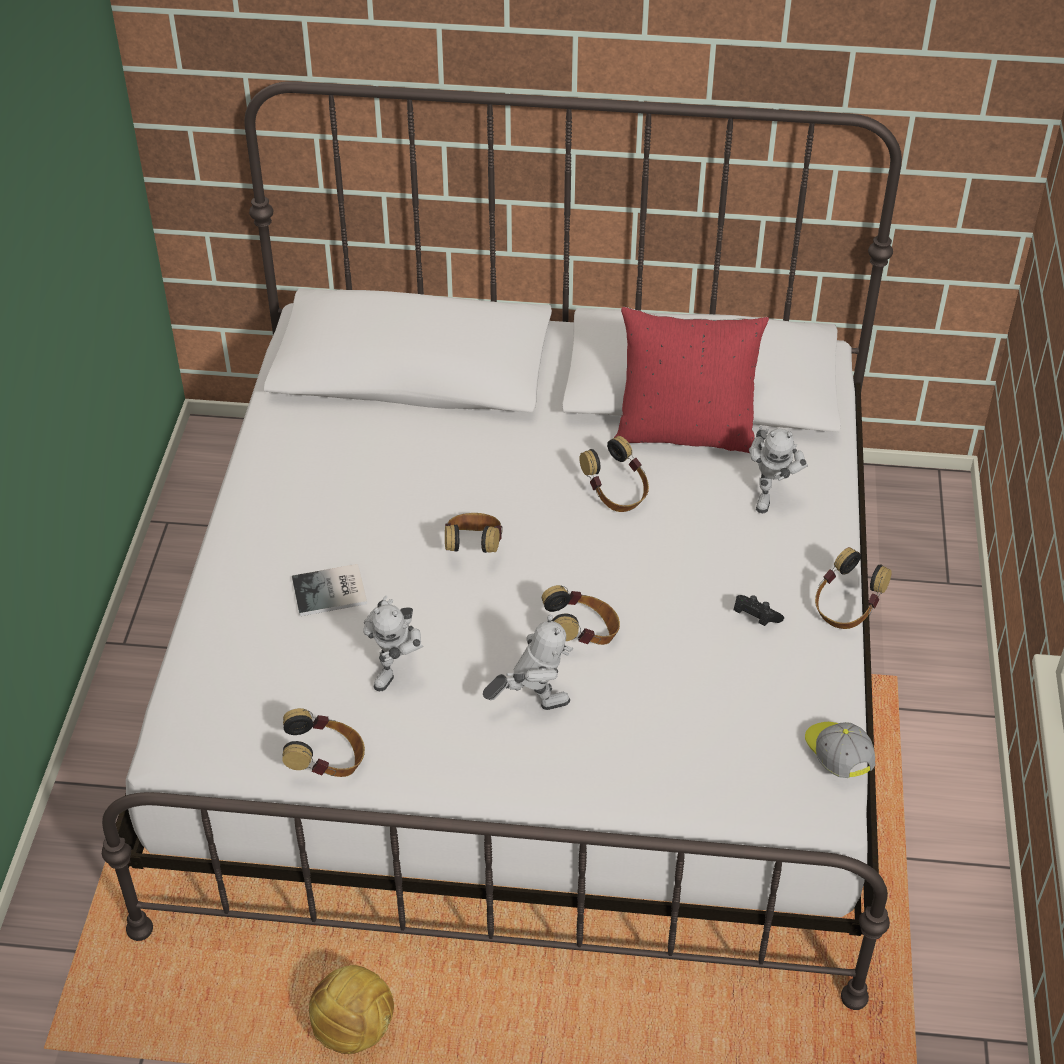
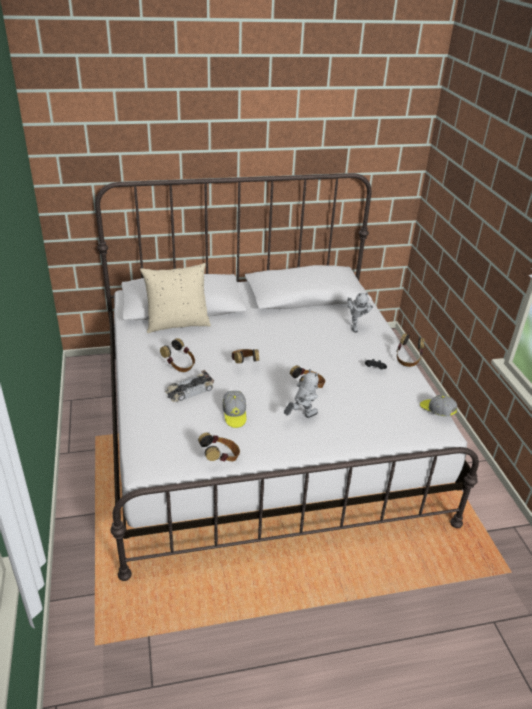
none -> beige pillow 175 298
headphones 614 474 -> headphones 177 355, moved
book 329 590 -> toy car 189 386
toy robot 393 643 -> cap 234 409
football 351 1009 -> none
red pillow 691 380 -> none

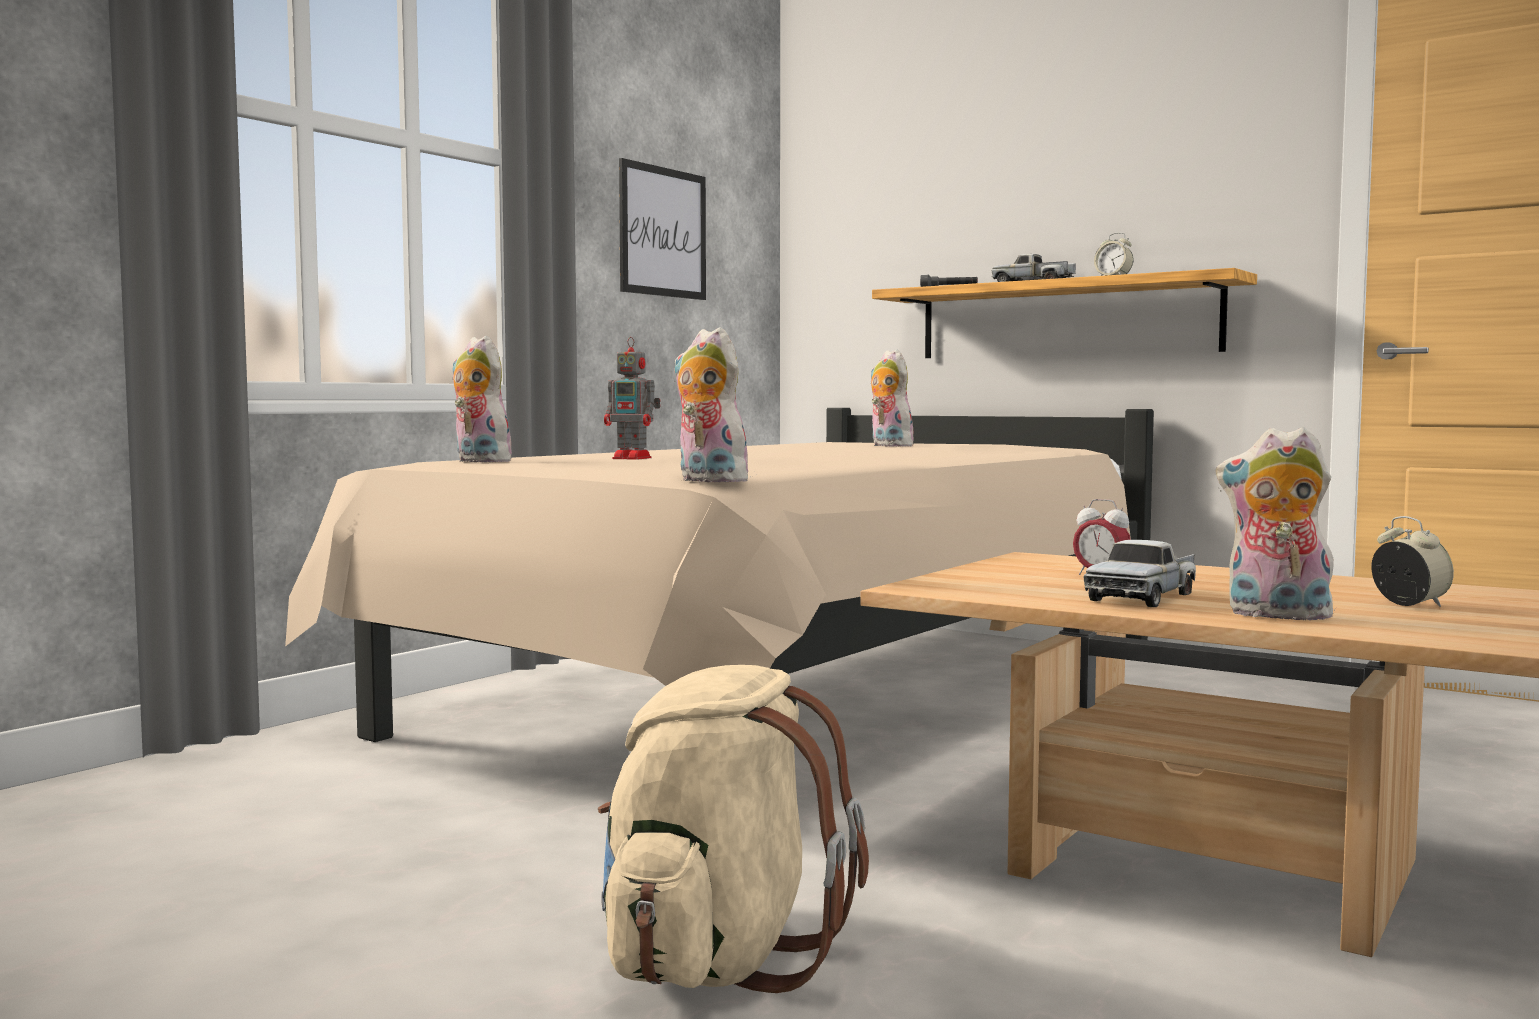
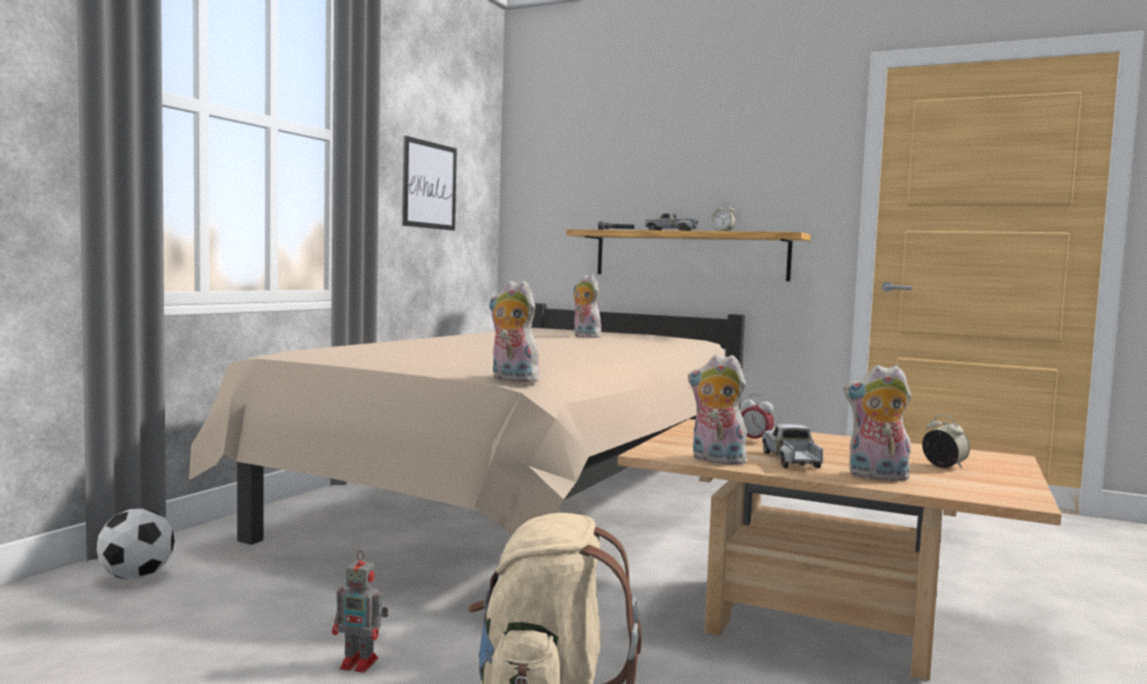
none -> football 135 544
toy robot 632 398 -> toy robot 360 611, moved
plush toy 485 399 -> plush toy 717 410, moved
toy truck 1139 573 -> toy truck 792 446, 150 degrees clockwise

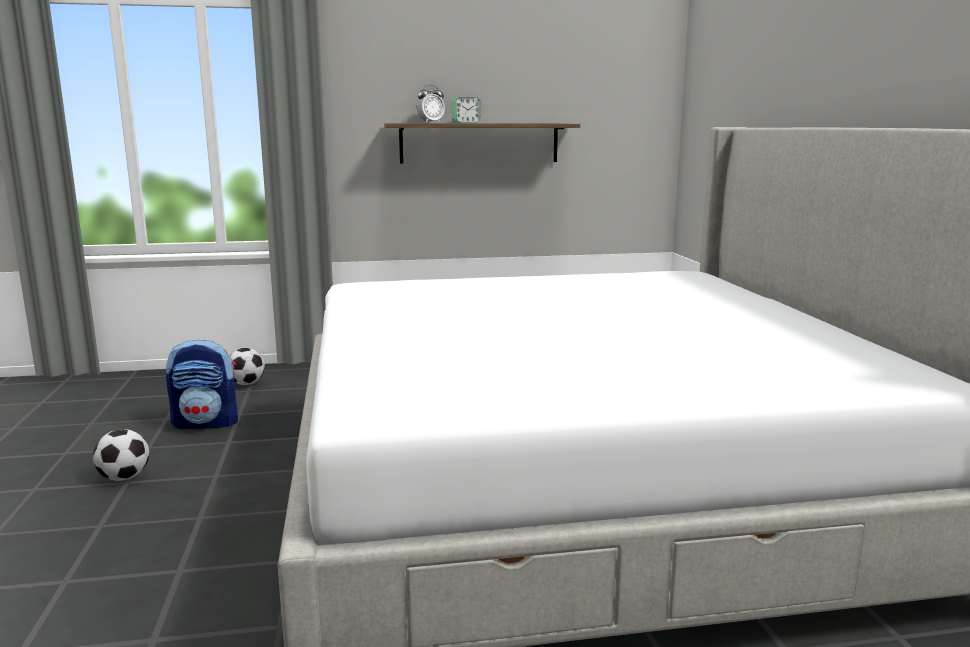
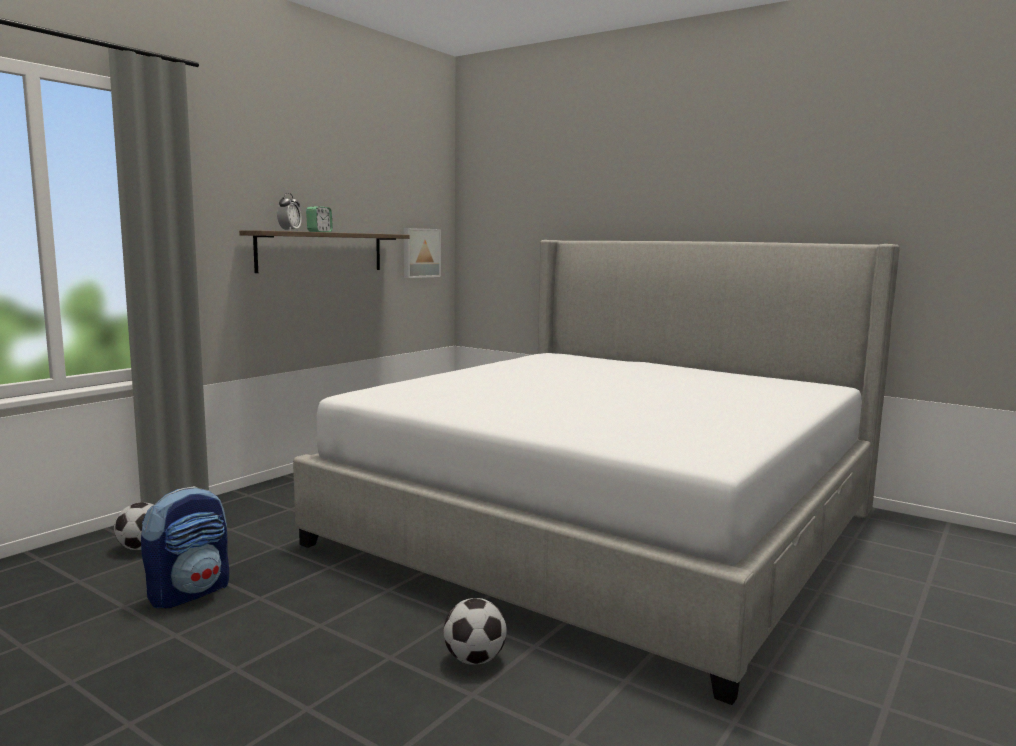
none -> picture 422 253
football 121 455 -> football 475 631, moved

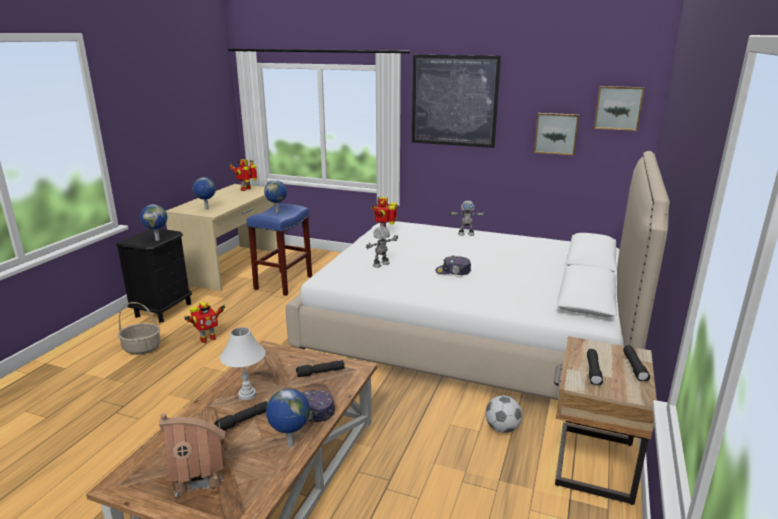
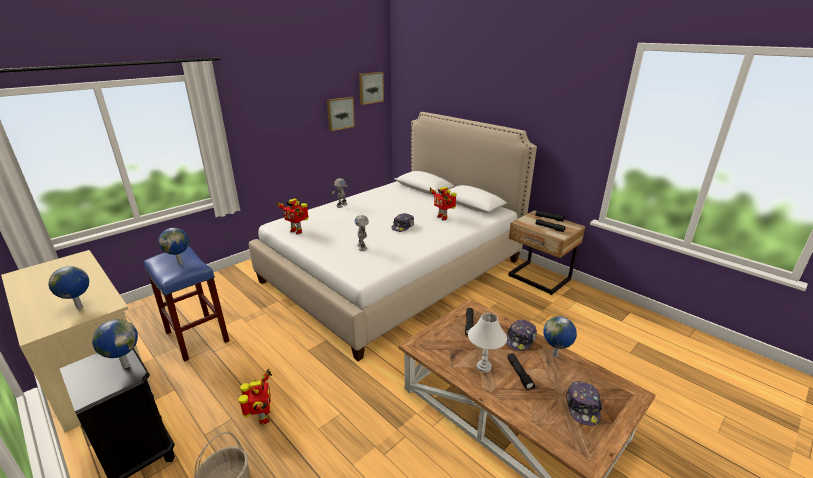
toy robot 242 175 -> toy robot 443 203, moved
toy house 192 454 -> cap 584 403
picture 456 101 -> none
football 503 414 -> none

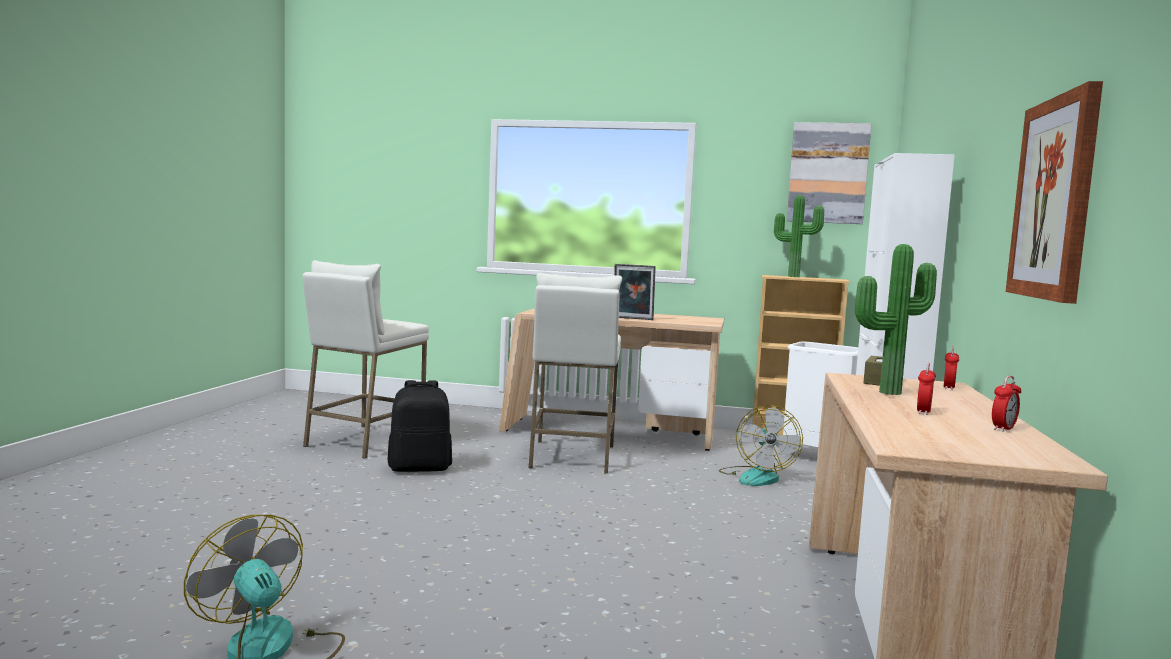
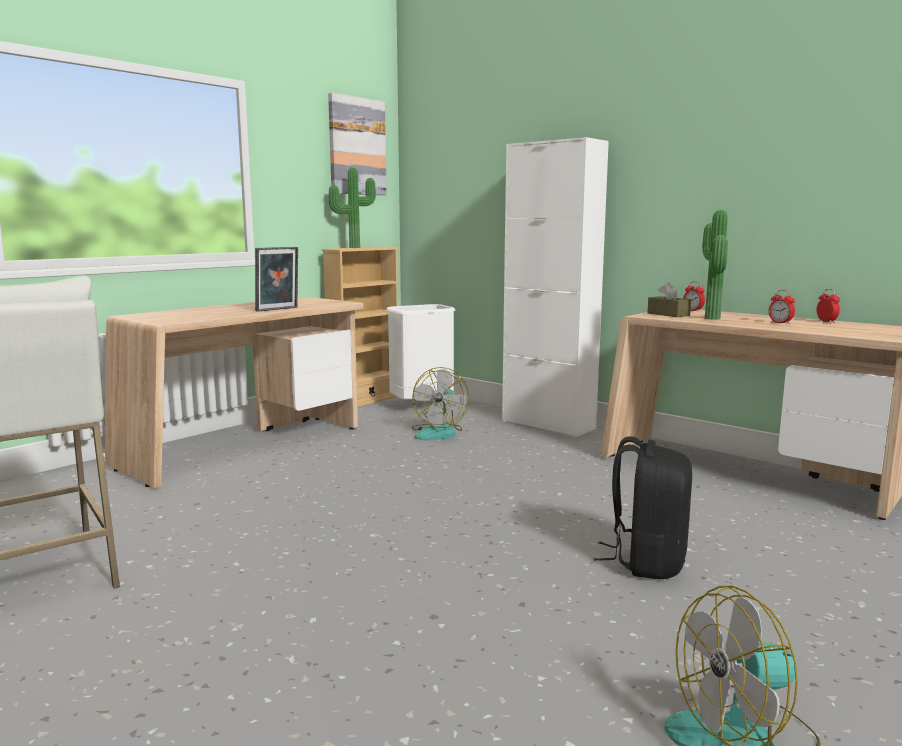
fan 761 445 -> fan 441 403, 75 degrees clockwise
black backpack 420 426 -> black backpack 643 507, moved
white stool 575 373 -> none
picture 1054 192 -> none

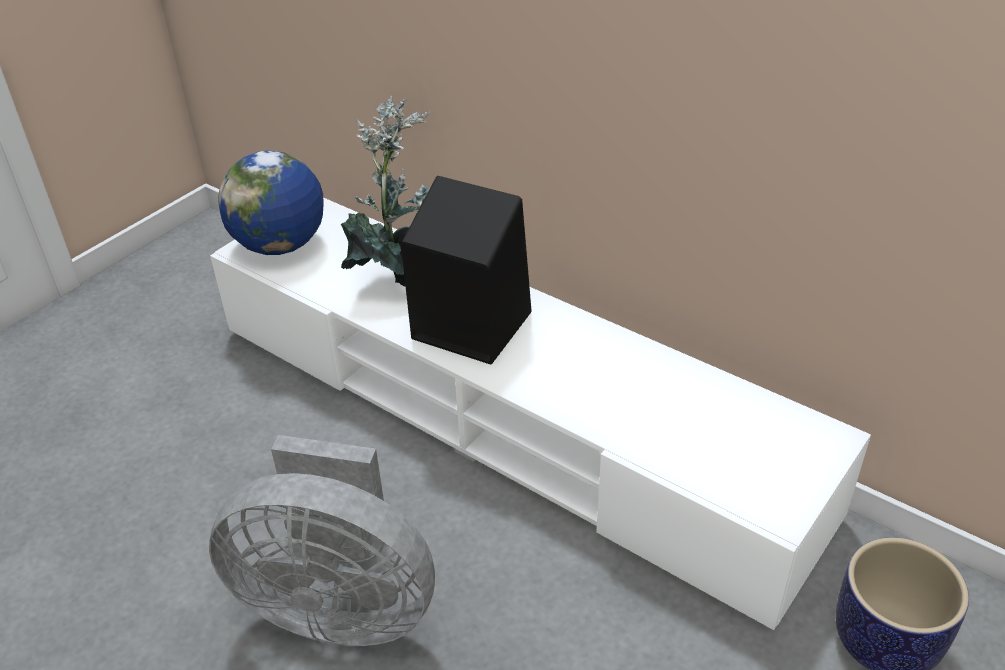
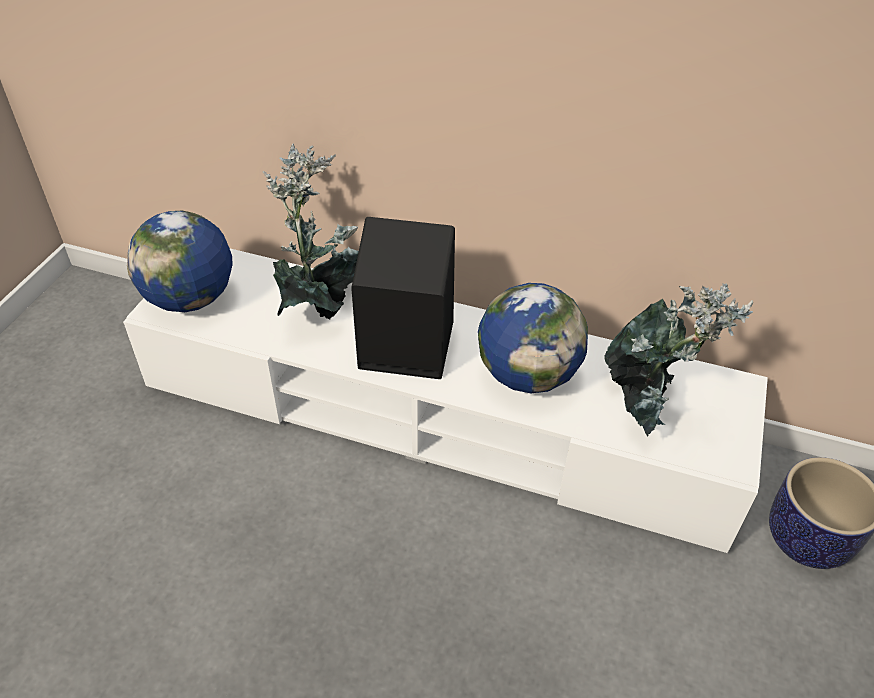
none -> globe 533 338
none -> potted plant 679 359
grey fan 322 540 -> none

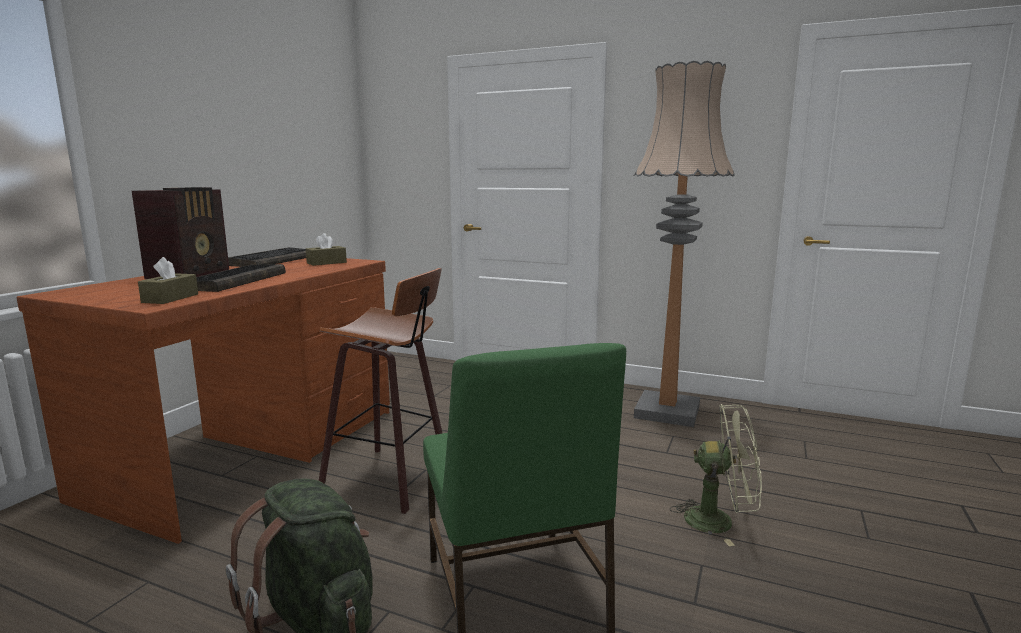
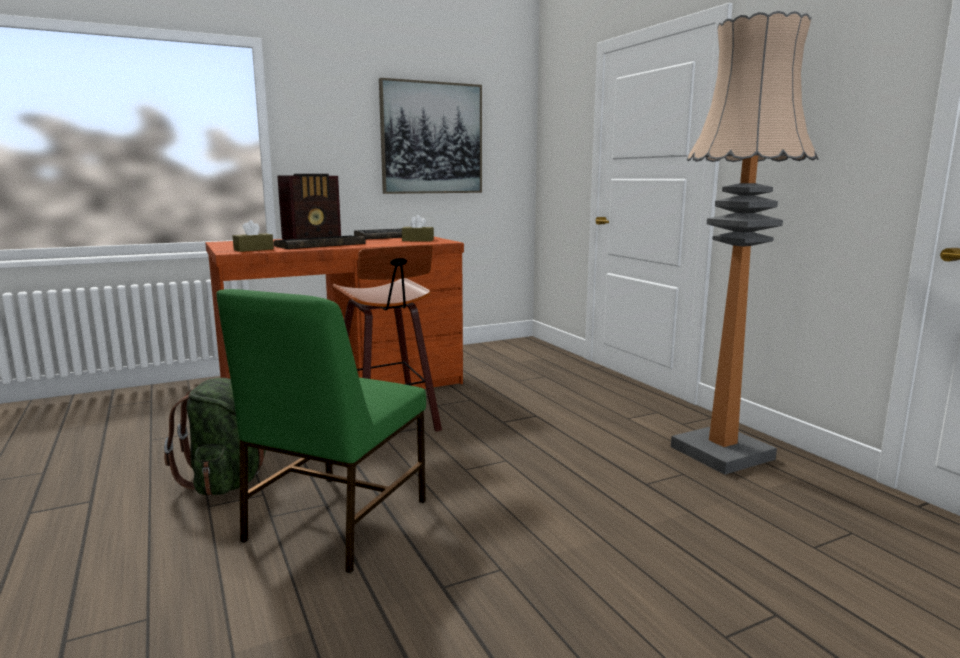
none -> picture 430 136
green fan 716 475 -> none

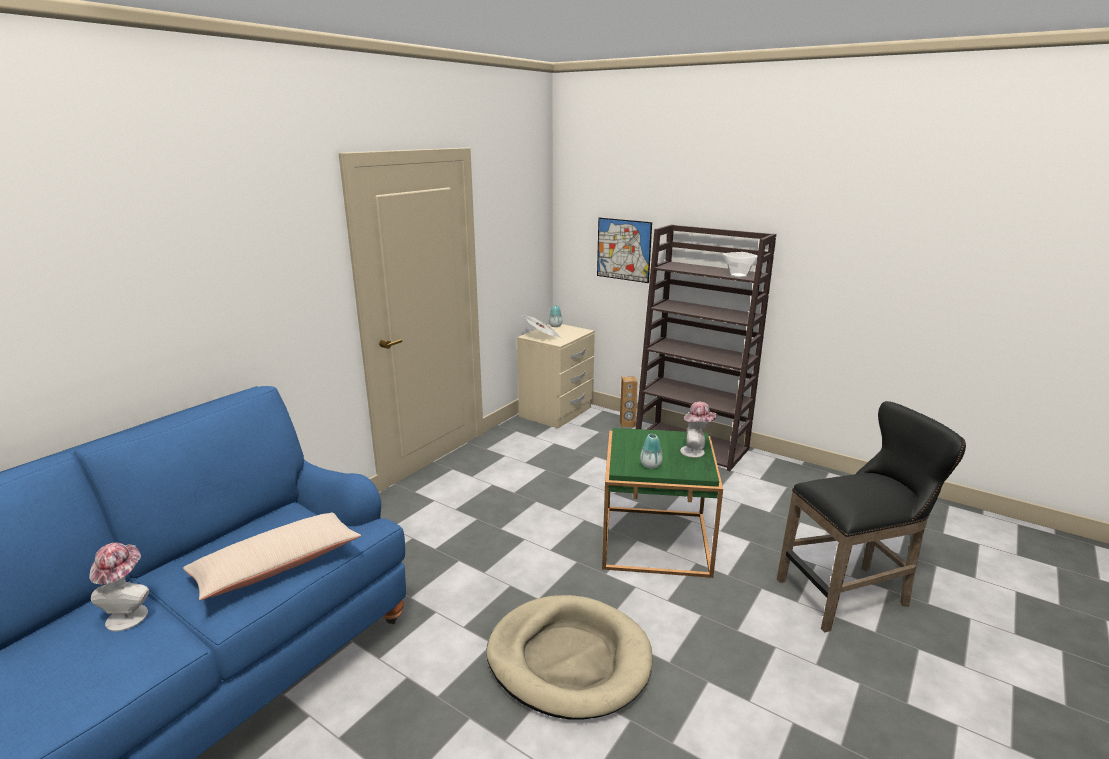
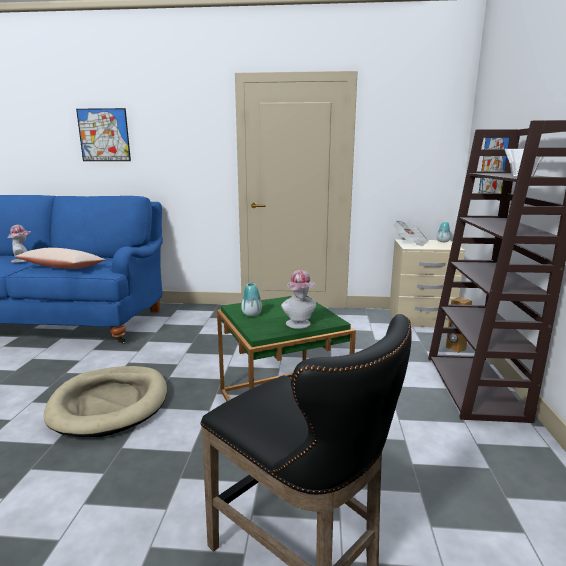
none -> picture 103 134

